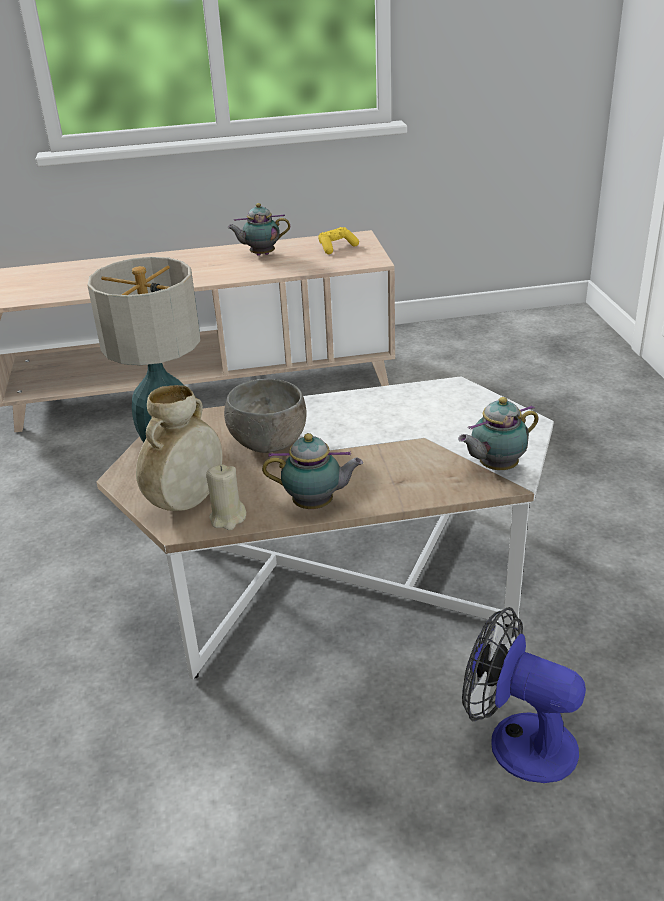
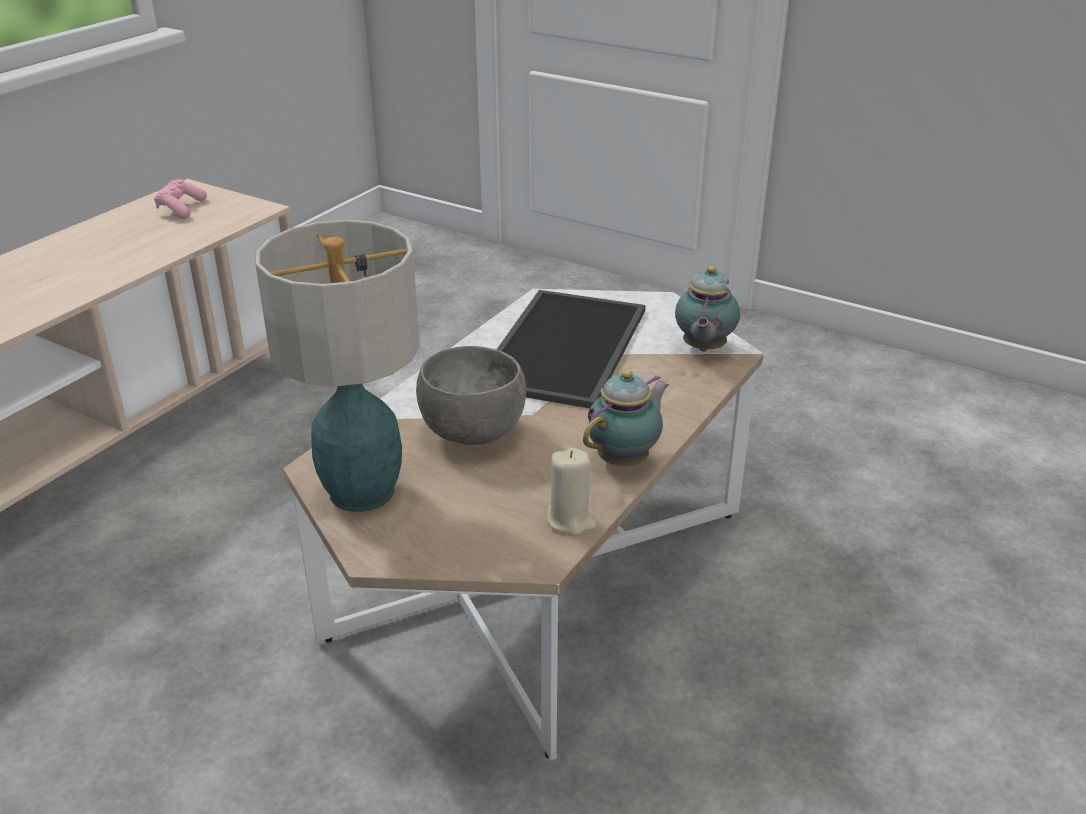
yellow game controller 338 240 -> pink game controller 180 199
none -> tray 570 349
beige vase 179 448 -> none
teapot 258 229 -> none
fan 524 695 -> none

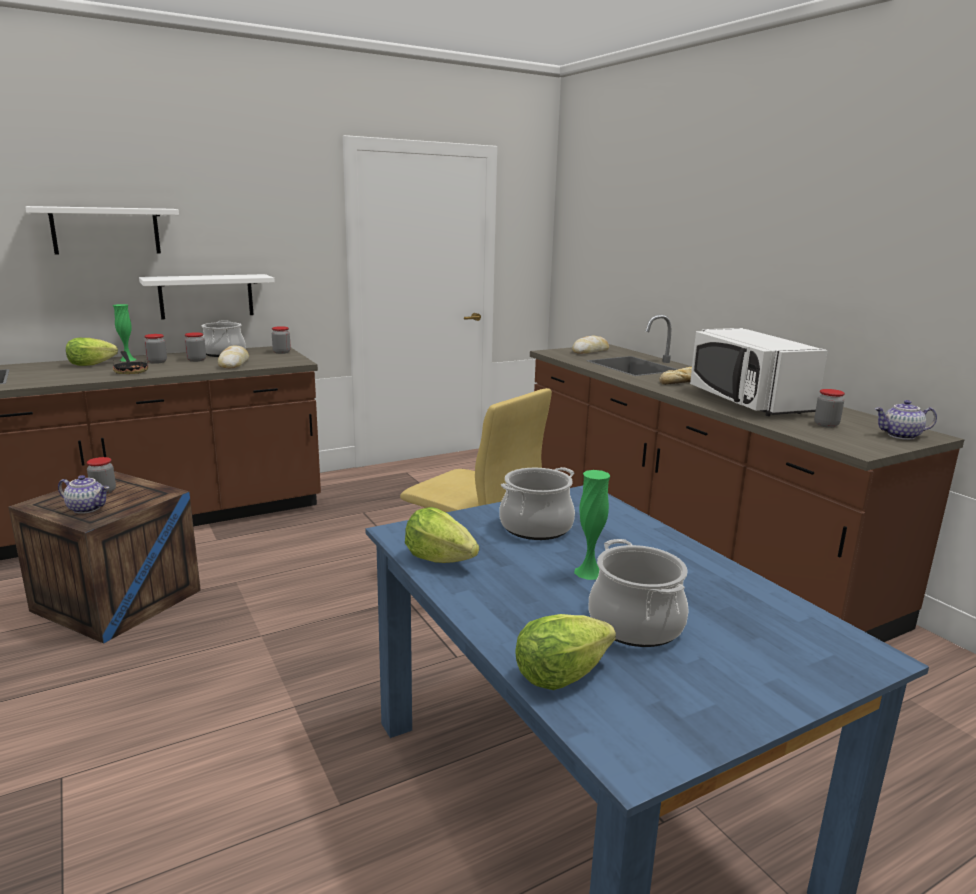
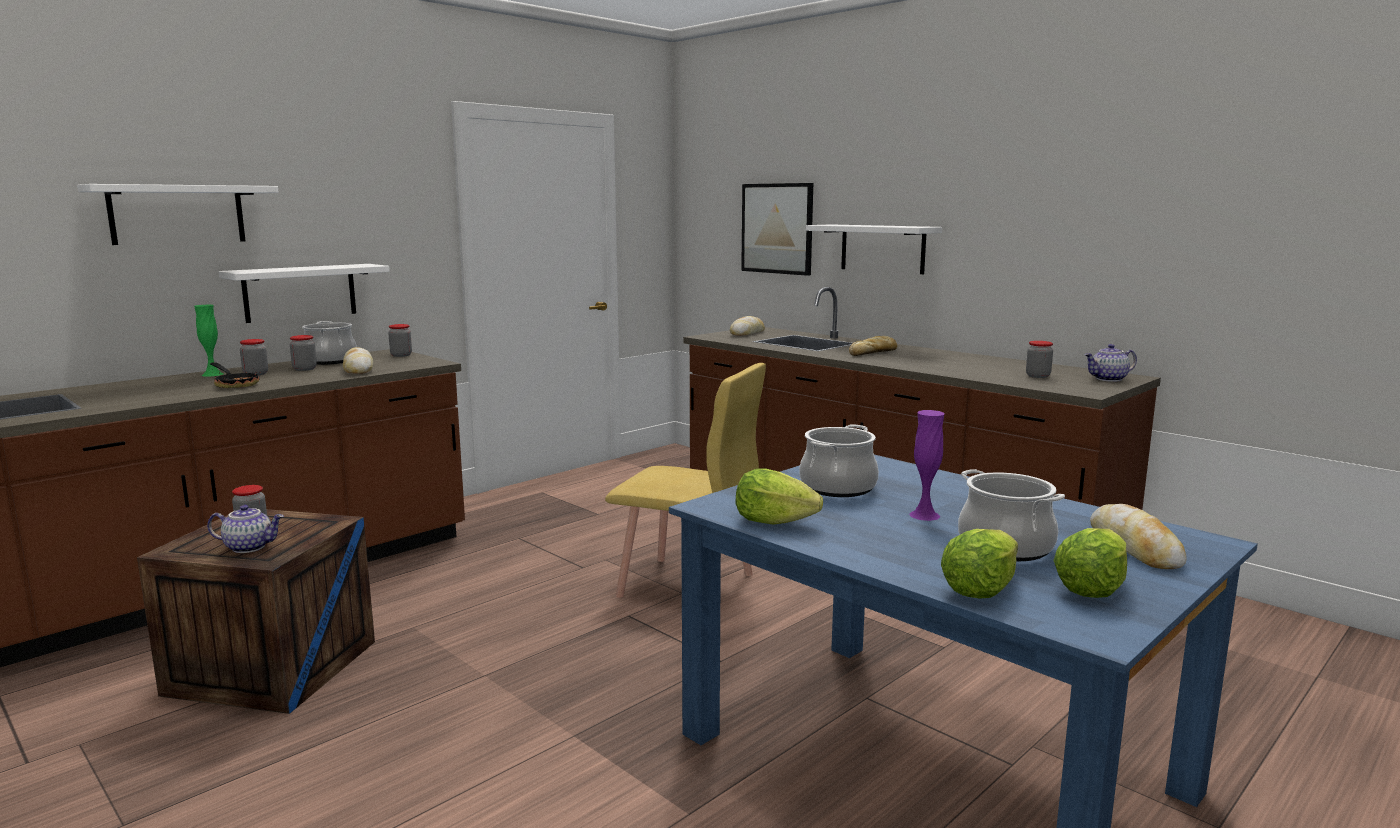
none -> picture 777 229
none -> white shelf 874 249
green vase 592 525 -> purple vase 926 465
lettuce 92 352 -> lettuce 1090 563, moved
none -> bread 1138 536
white microwave 759 372 -> none

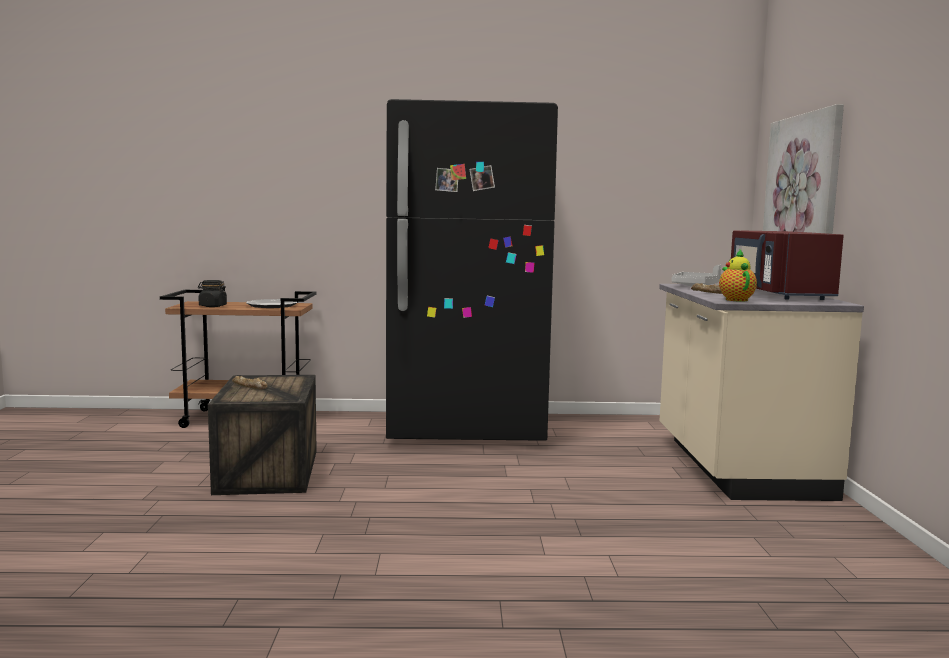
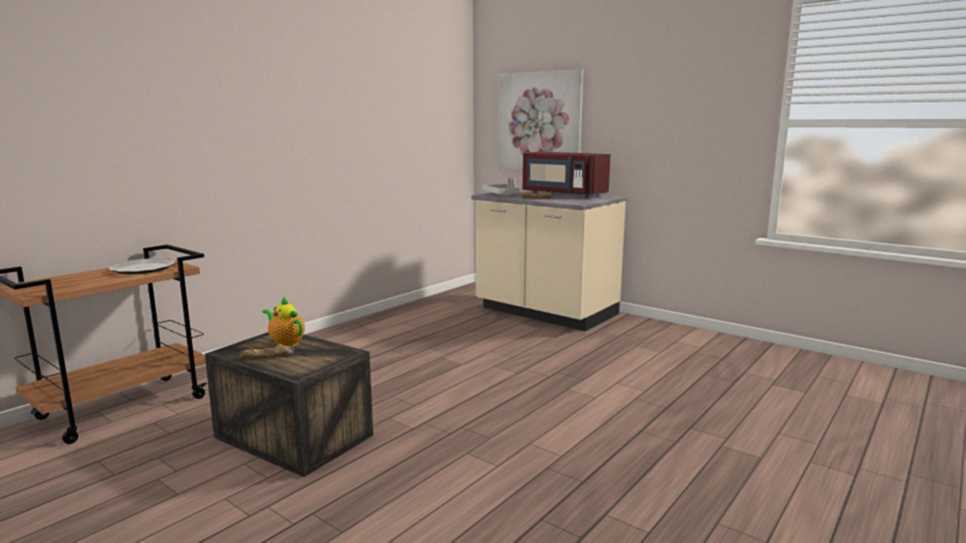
teapot 738 275 -> teapot 283 321, moved
black jar 212 293 -> none
black fridge 472 270 -> none

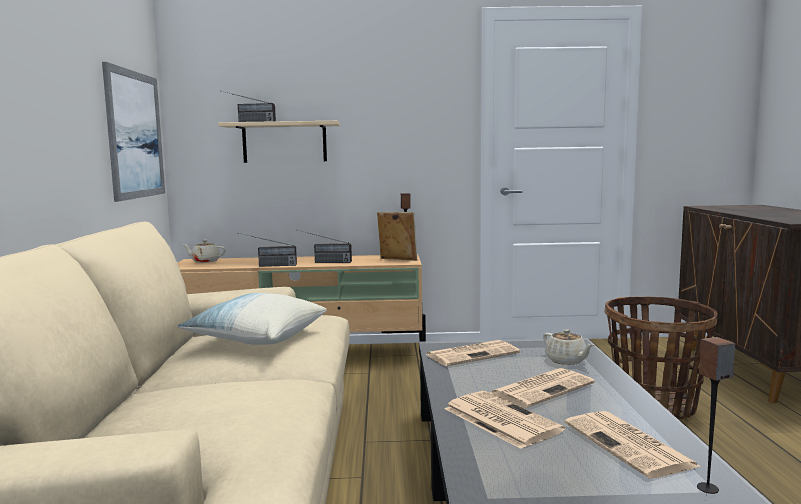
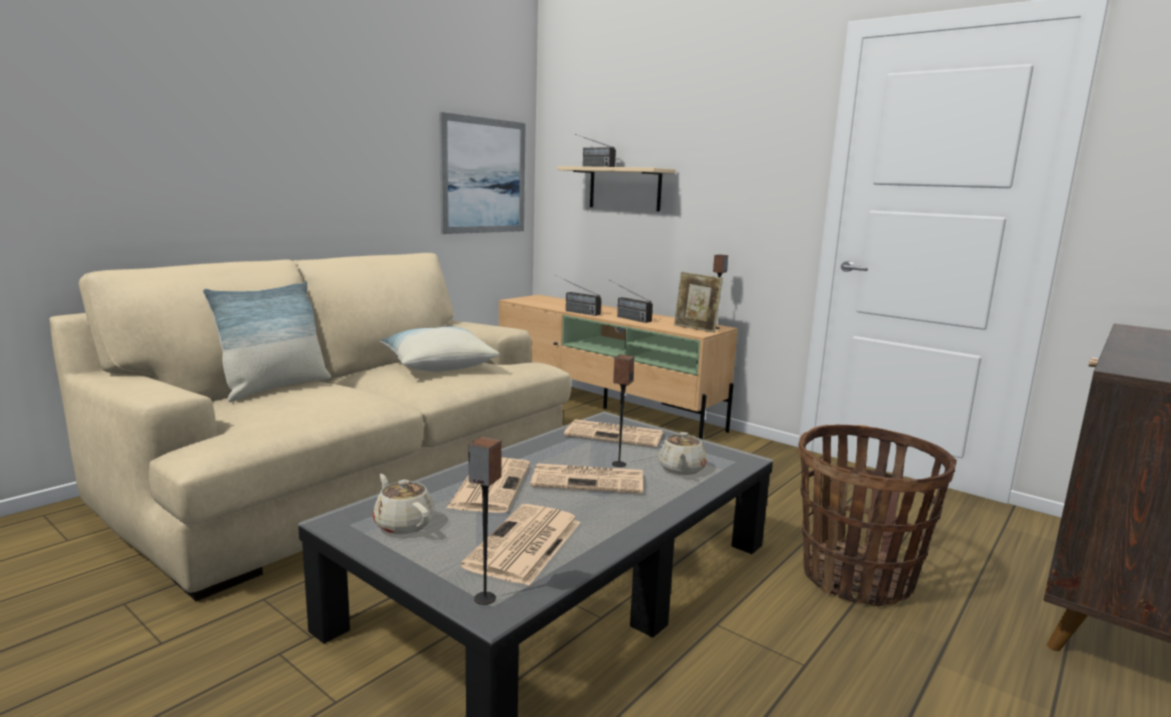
none -> pillow 267 341
beige teapot 204 251 -> beige teapot 404 504, moved
none -> speaker 623 411
picture frame 397 236 -> picture frame 698 302, 150 degrees clockwise

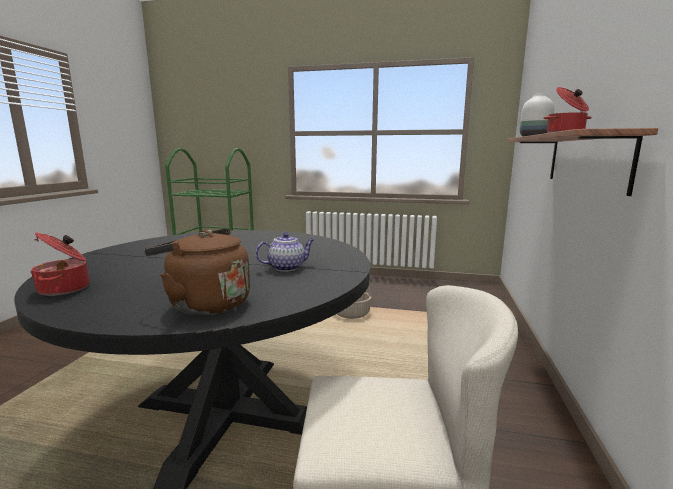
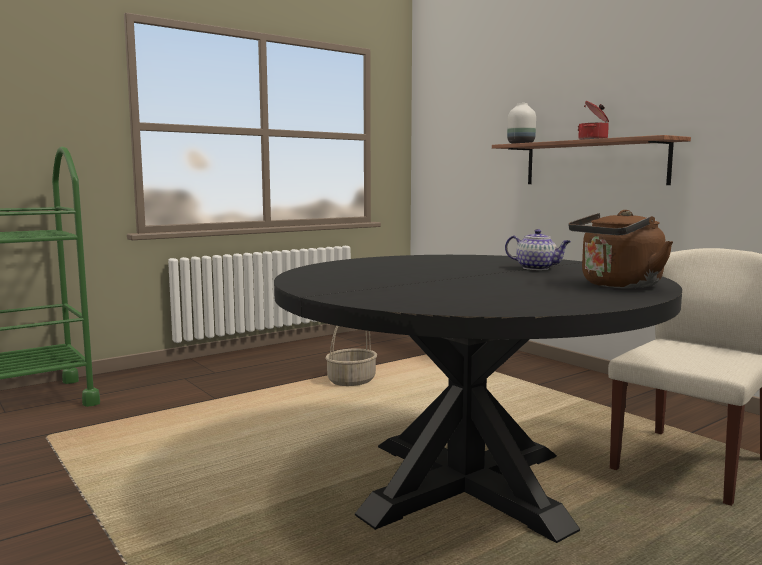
teapot 284 252 -> teapot 538 249, 105 degrees clockwise
cooking pot 59 264 -> none

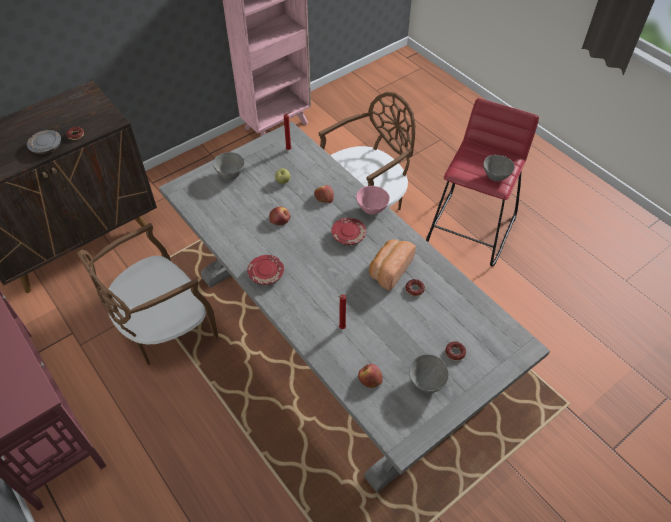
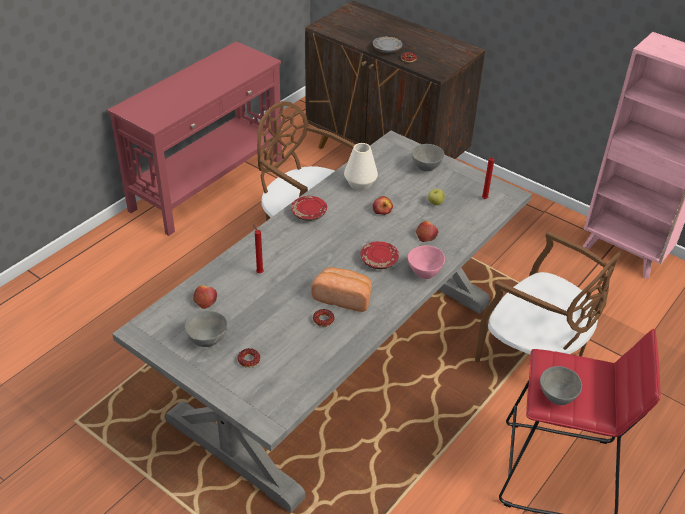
none -> white vase 361 167

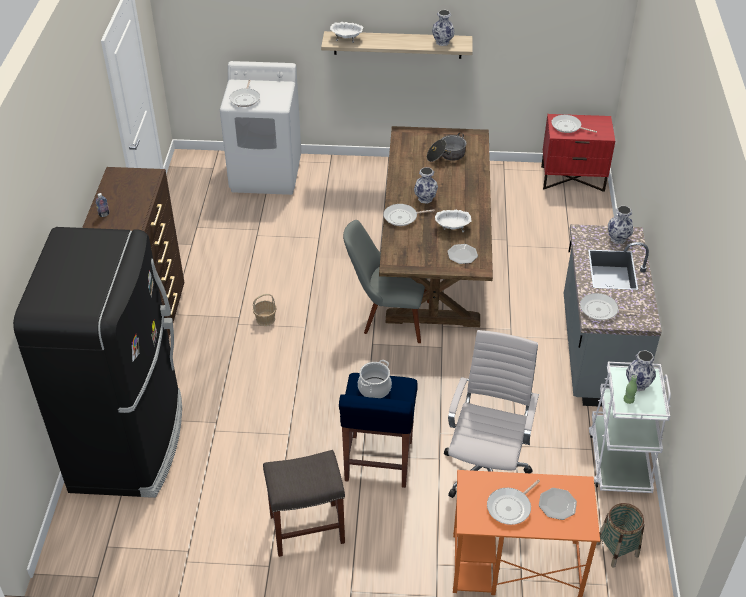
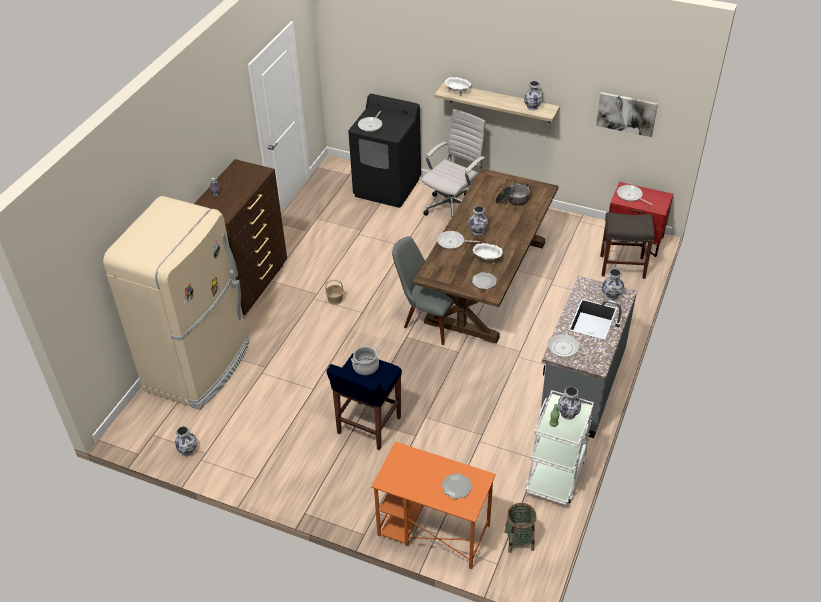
black fridge 97 362 -> beige fridge 176 303
none -> vase 186 441
white washing machine 261 128 -> black washing machine 384 151
white office chair 491 414 -> white office chair 453 163, moved
none -> picture 627 114
grey stool 304 503 -> grey stool 627 245, moved
frying pan 513 502 -> none

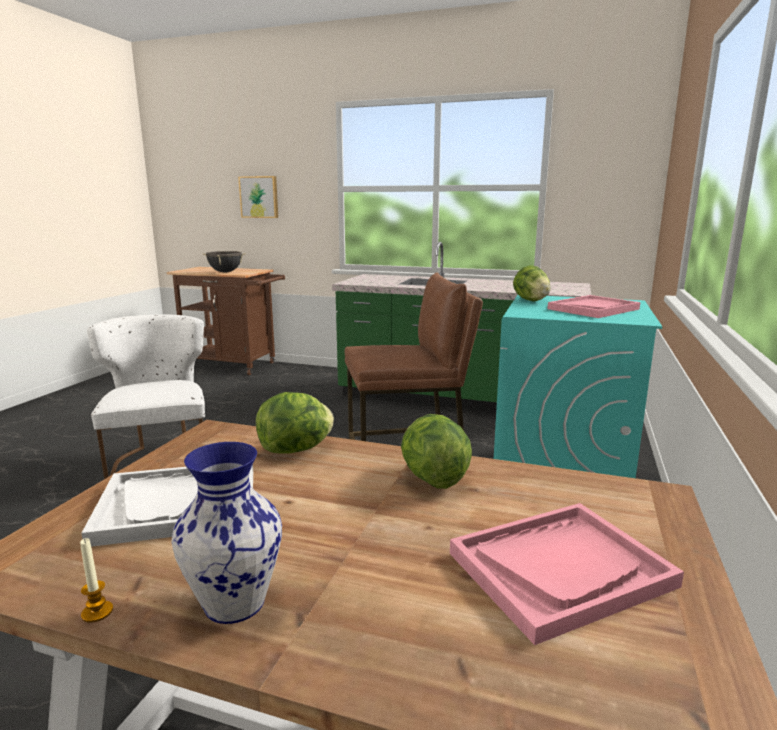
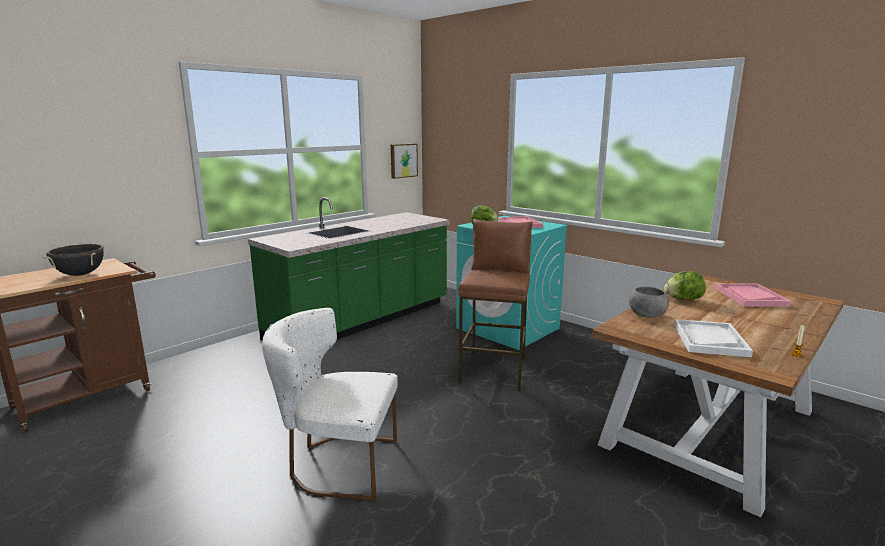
picture 258 197 -> picture 404 161, moved
lettuce 295 423 -> grey bowl 649 302
vase 226 533 -> none

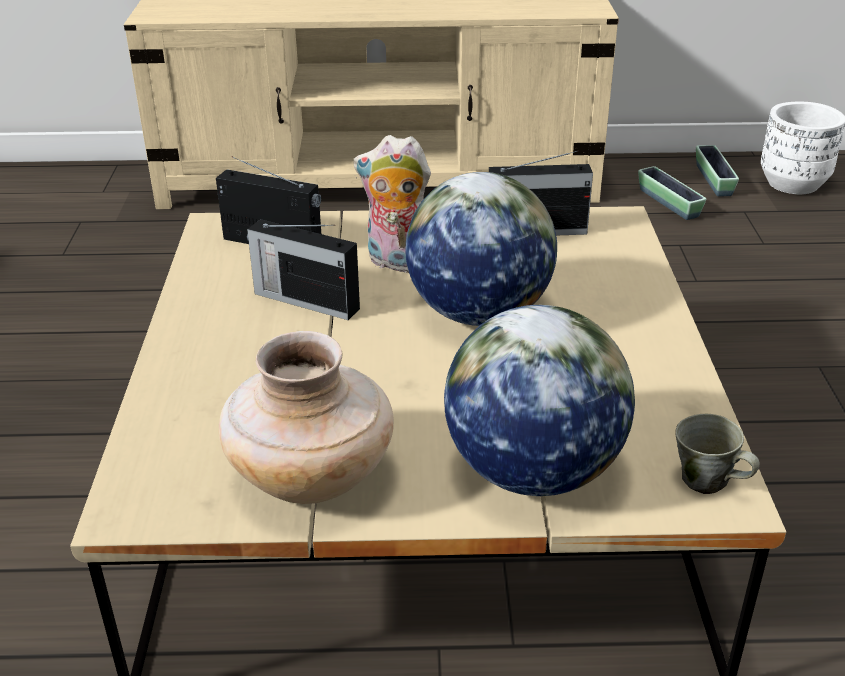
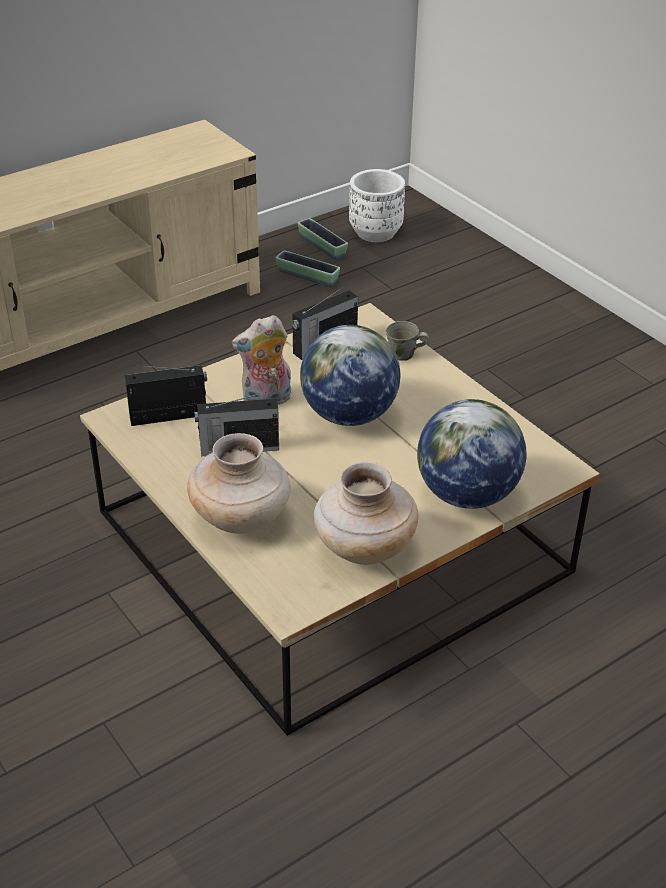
none -> beige vase 239 483
grey mug 717 454 -> grey mug 407 341, moved

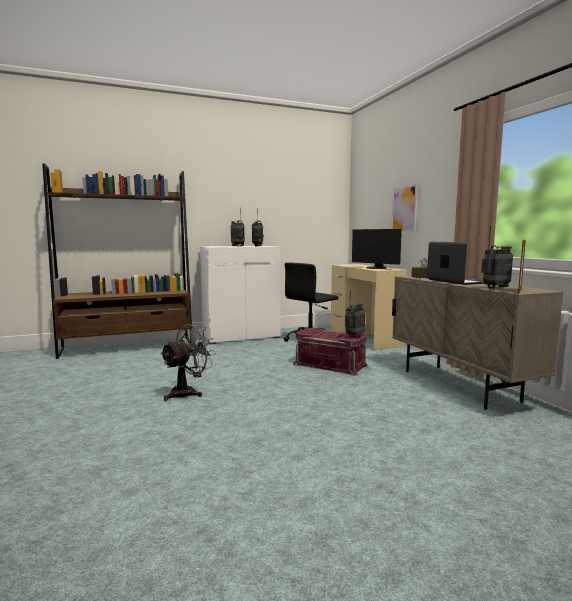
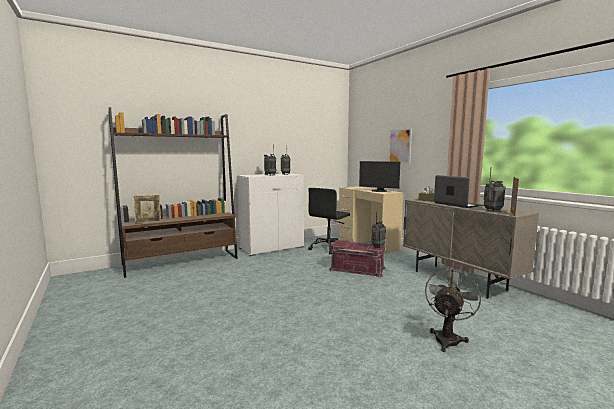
none -> picture frame 147 209
grey fan 188 362 -> grey fan 453 309, moved

